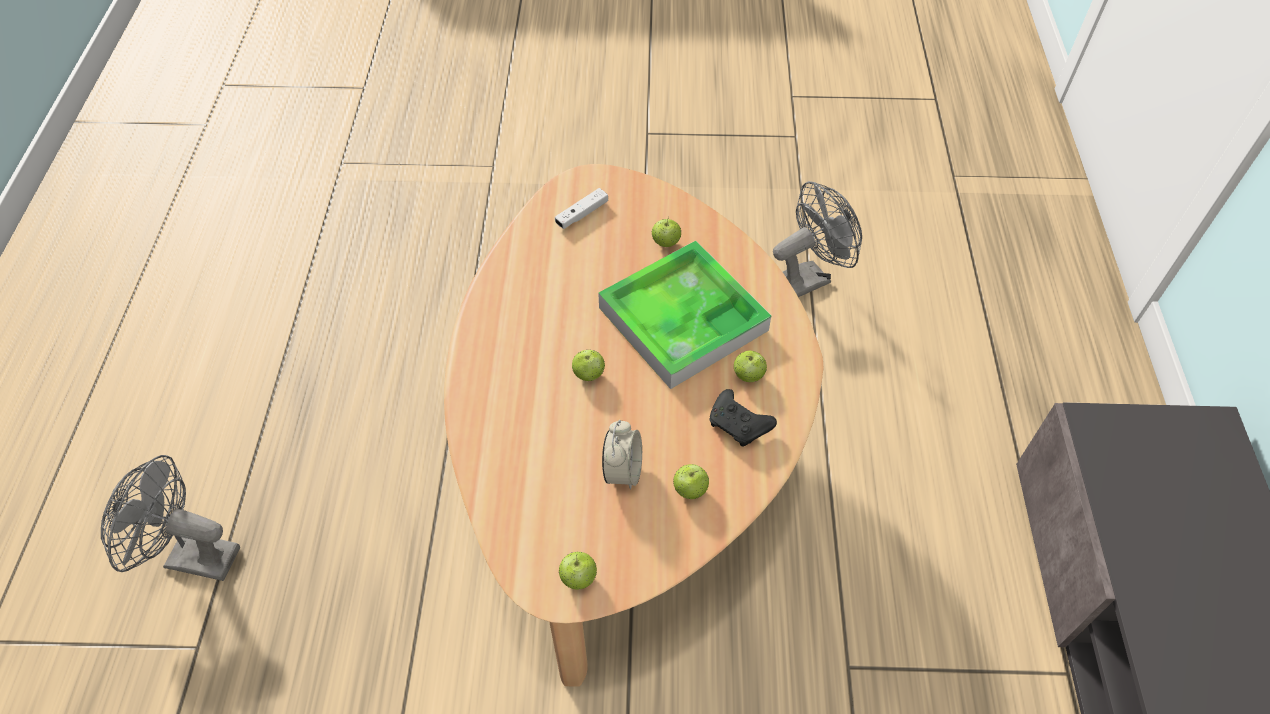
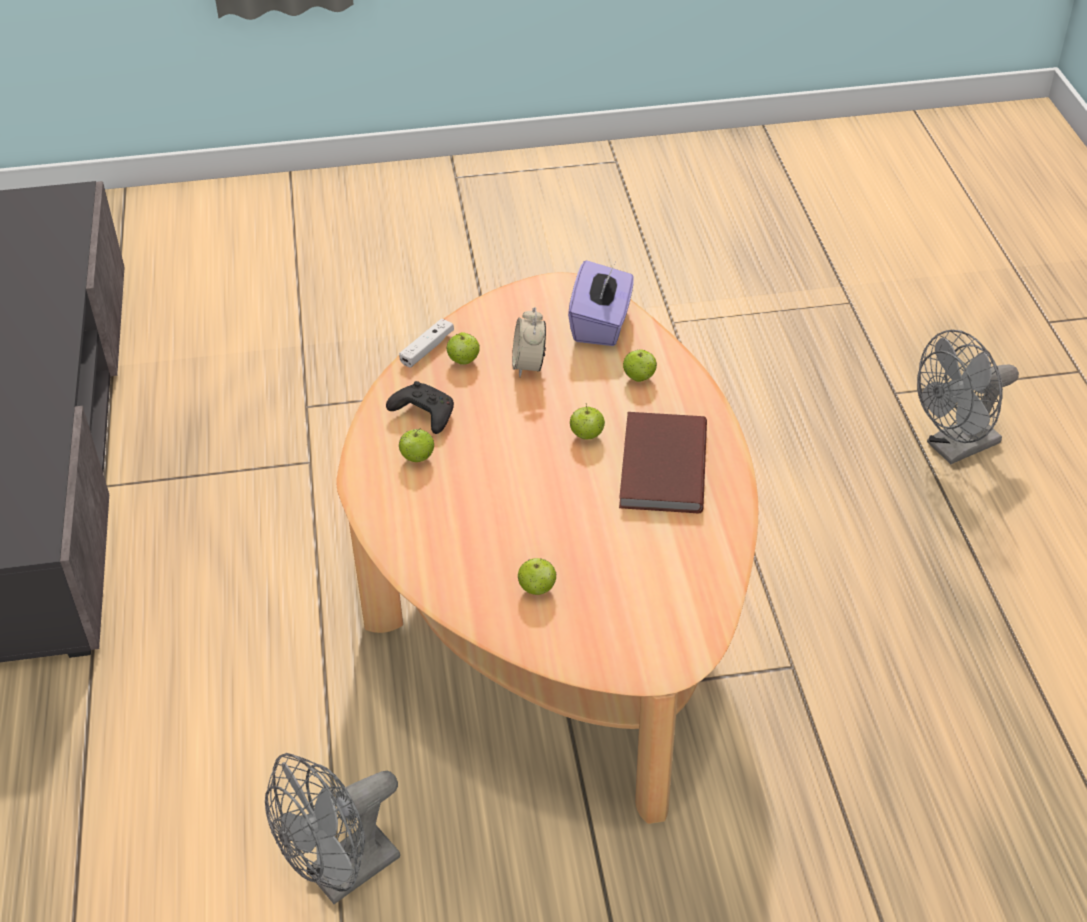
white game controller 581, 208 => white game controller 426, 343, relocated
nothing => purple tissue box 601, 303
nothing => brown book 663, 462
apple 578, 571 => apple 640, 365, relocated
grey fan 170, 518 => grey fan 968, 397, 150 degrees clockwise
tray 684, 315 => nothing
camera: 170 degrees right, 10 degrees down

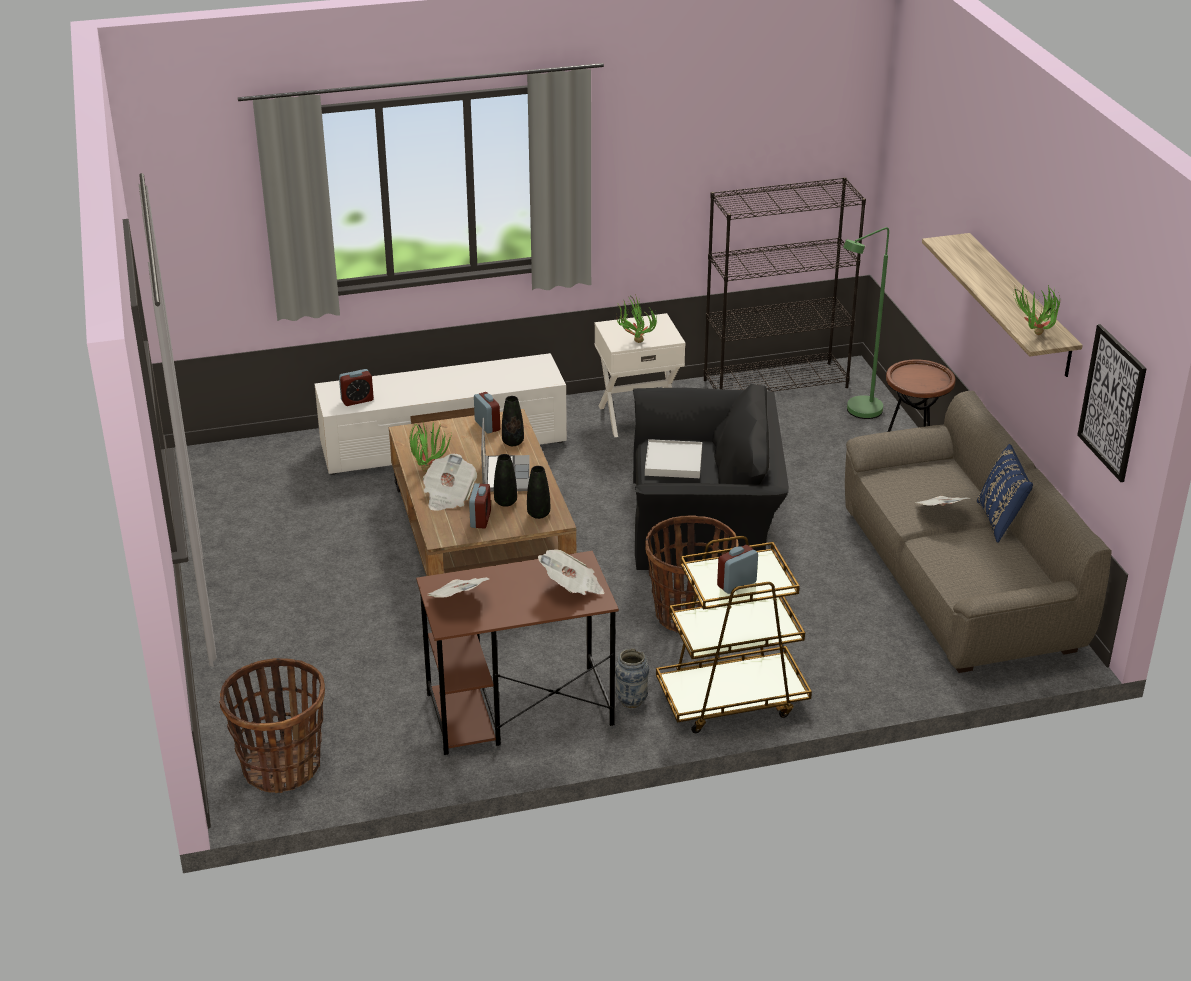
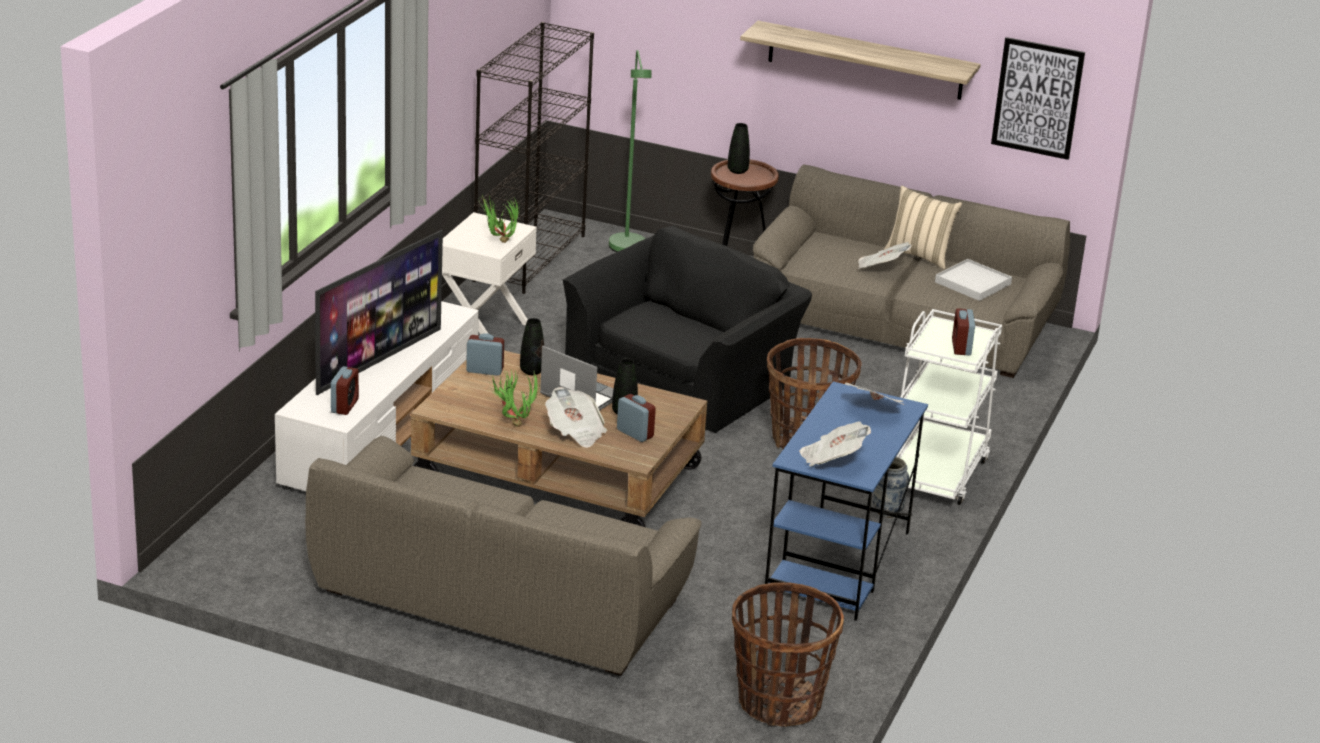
nothing => sofa 503, 556
nothing => television 379, 312
black vase 538, 492 => black vase 739, 148, relocated
brown desk 517, 653 => blue desk 846, 501
blue pillow 1005, 493 => beige pillow 923, 227
brown cart 734, 634 => white cart 949, 407
white tray 673, 458 => white tray 973, 280, relocated
potted plant 1036, 310 => nothing
camera: 55 degrees left, 5 degrees down

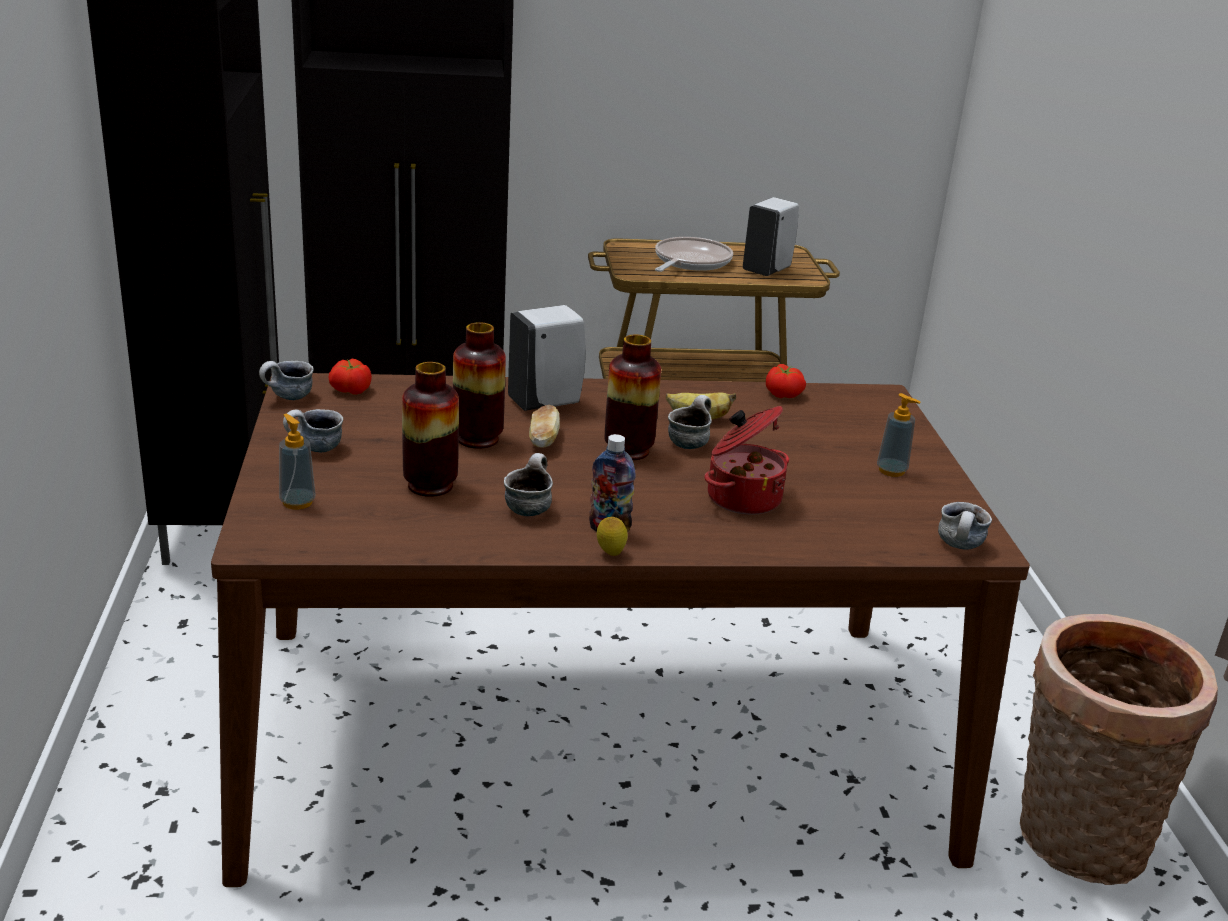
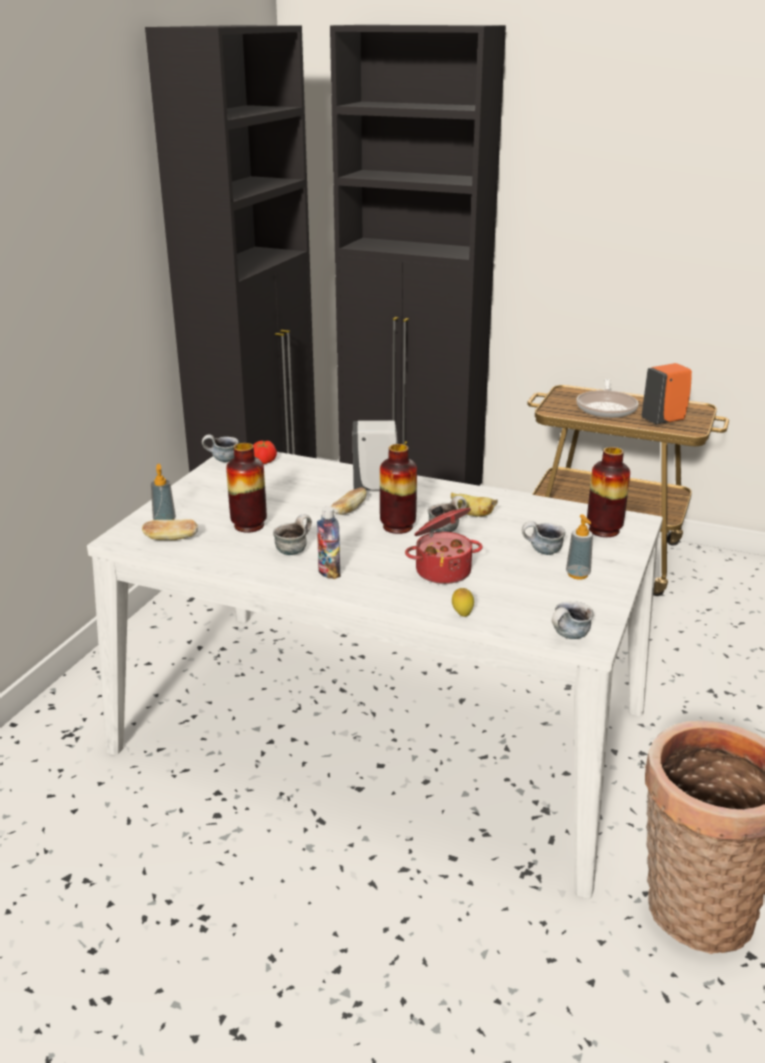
brown dining table 620, 630 => white dining table 375, 675
nothing => bread 170, 529
lemon 612, 536 => lemon 463, 602, relocated
mug 313, 431 => mug 543, 538, relocated
frying pan 694, 254 => frying pan 607, 398, 135 degrees clockwise
vase 479, 385 => vase 608, 492, relocated
white soap dispenser 771, 236 => orange soap dispenser 667, 393
tomato 786, 381 => nothing
camera: 30 degrees right, 0 degrees up

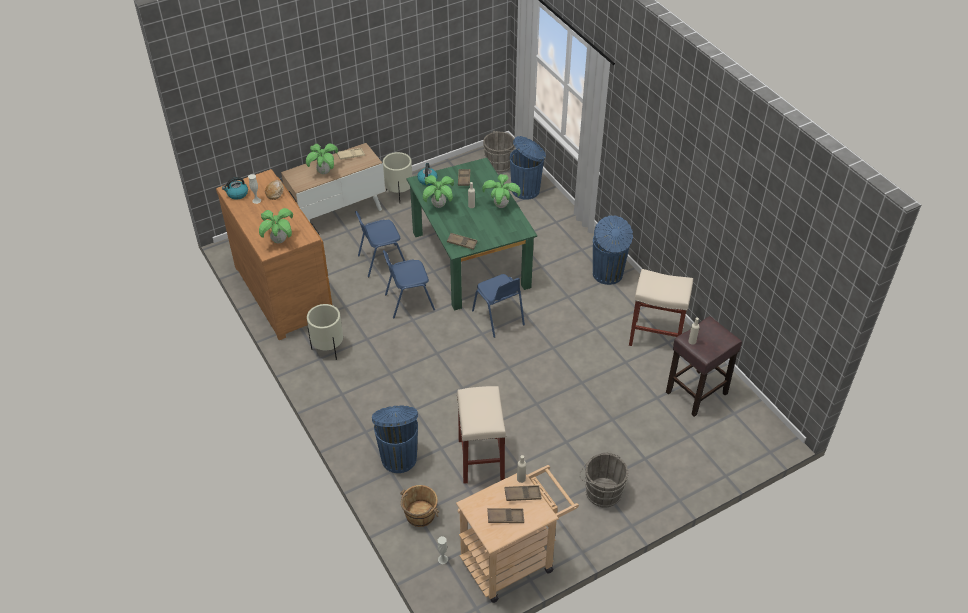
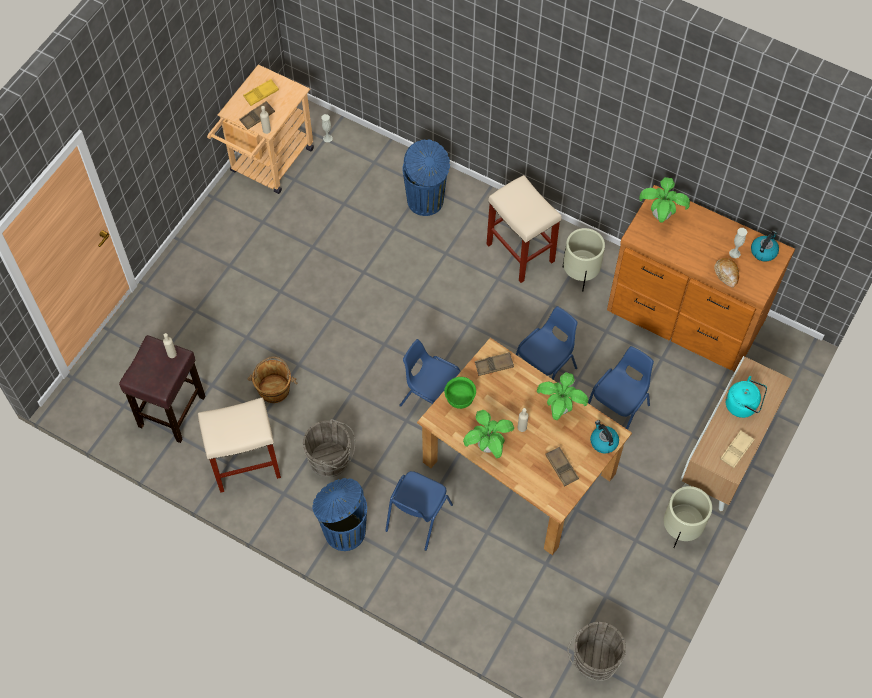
brown tray 505, 515 => yellow tray 261, 92
brown bucket 419, 506 => brown bucket 272, 379, relocated
grey bucket 603, 479 => grey bucket 329, 448, relocated
nothing => blue chair 419, 511
green dining table 471, 234 => brown dining table 524, 446
nothing => green bowl 460, 393
beige stool 481, 435 => beige stool 524, 229, relocated
potted plant 322, 159 => turquoise kettle 746, 397
blue trash can 528, 168 => nothing
camera: 150 degrees right, 15 degrees up

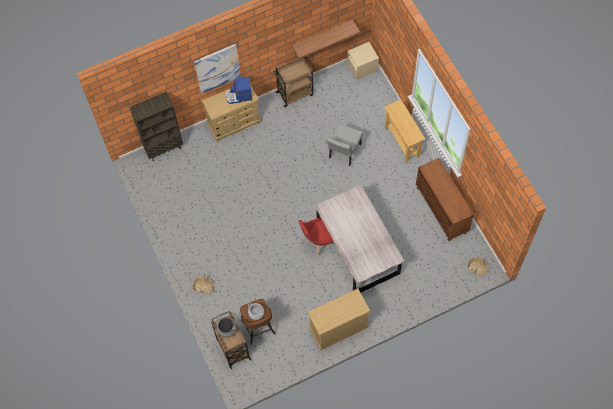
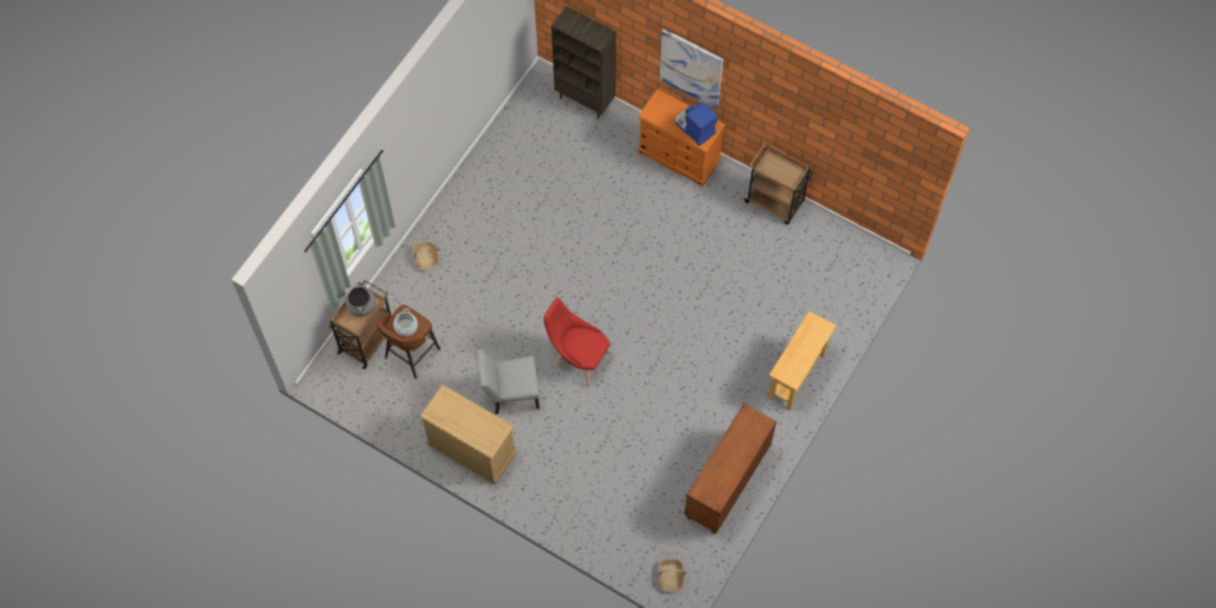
grey chair 344, 144 => grey chair 508, 382, relocated
beige dresser 231, 113 => orange dresser 682, 138
shelf 326, 39 => nothing
grey dining table 360, 239 => nothing
beige nightstand 363, 61 => nothing
camera: 55 degrees right, 0 degrees up

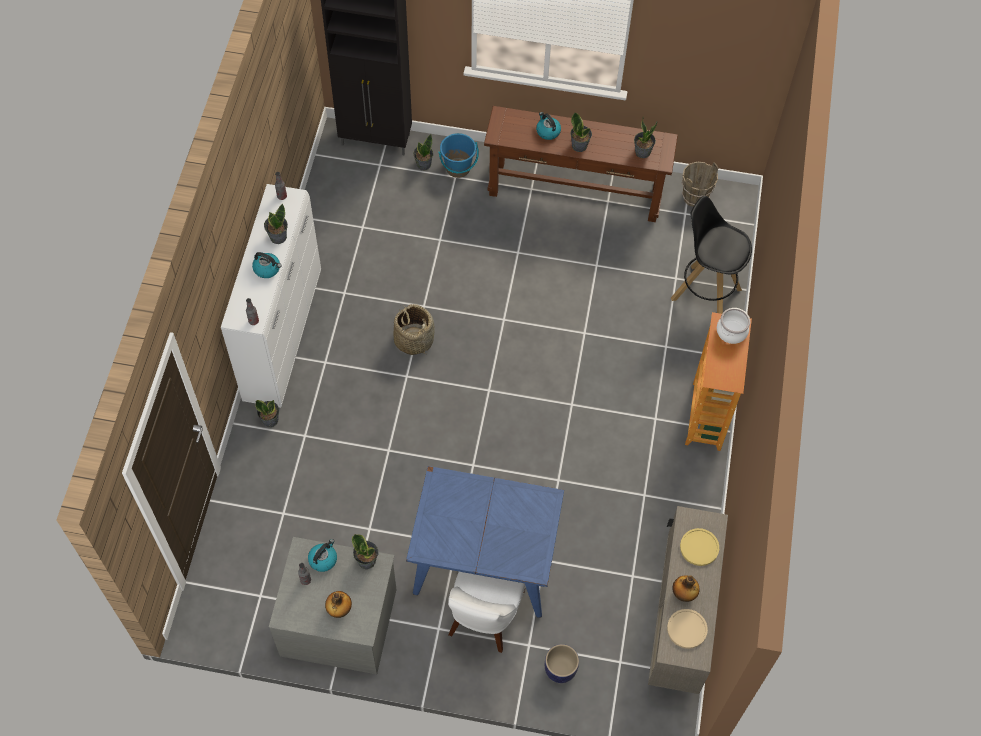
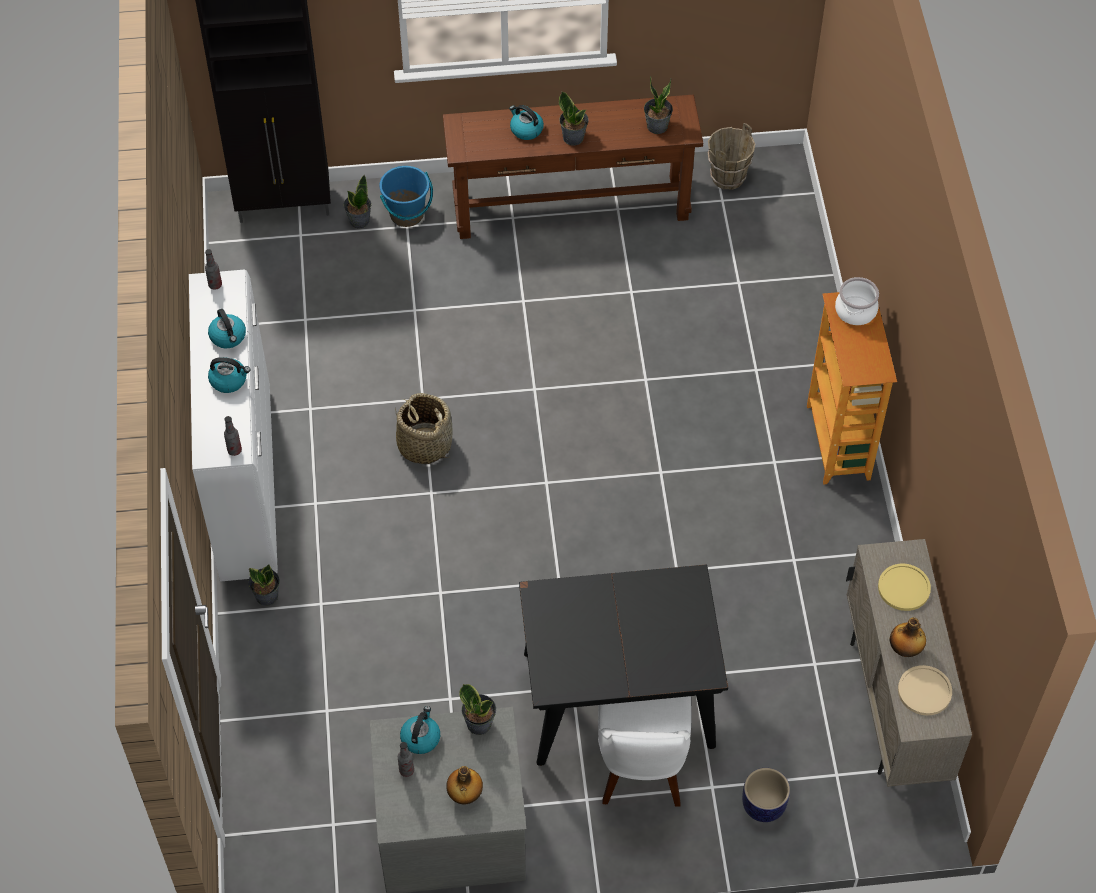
potted plant 276, 224 => kettle 227, 328
blue dining table 485, 542 => black dining table 623, 665
black stool 711, 255 => nothing
camera: 15 degrees left, 5 degrees down

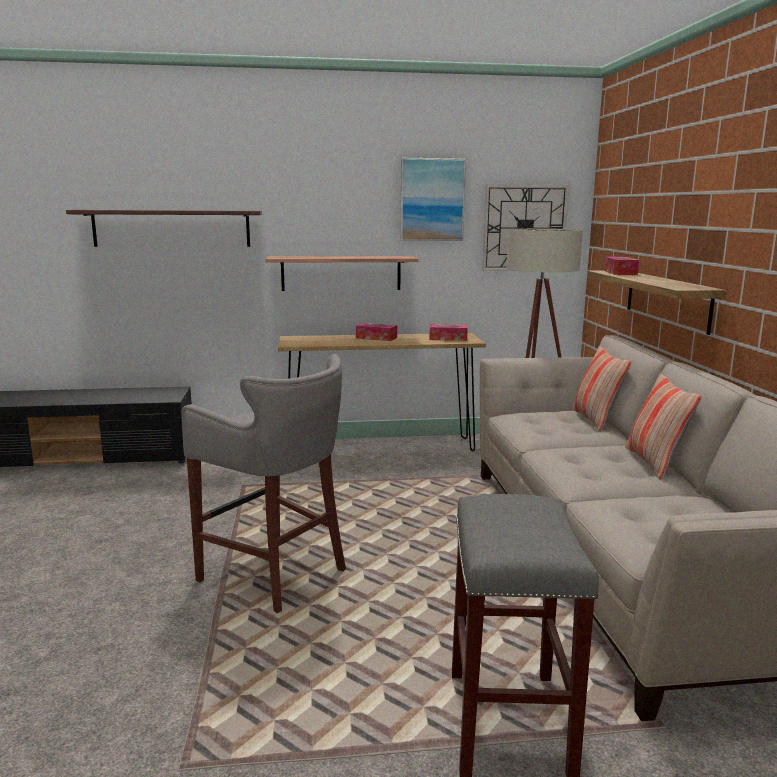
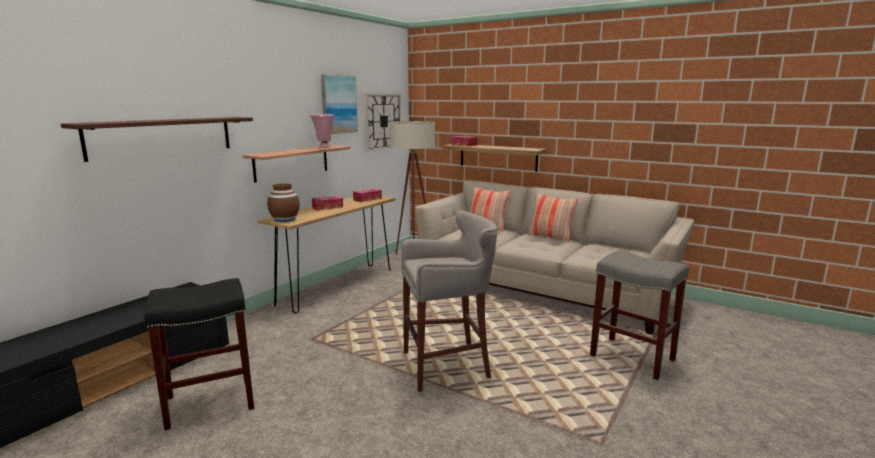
nothing => black stool 199, 354
nothing => brown vase 283, 203
nothing => pink vase 322, 131
camera: 50 degrees left, 0 degrees up

